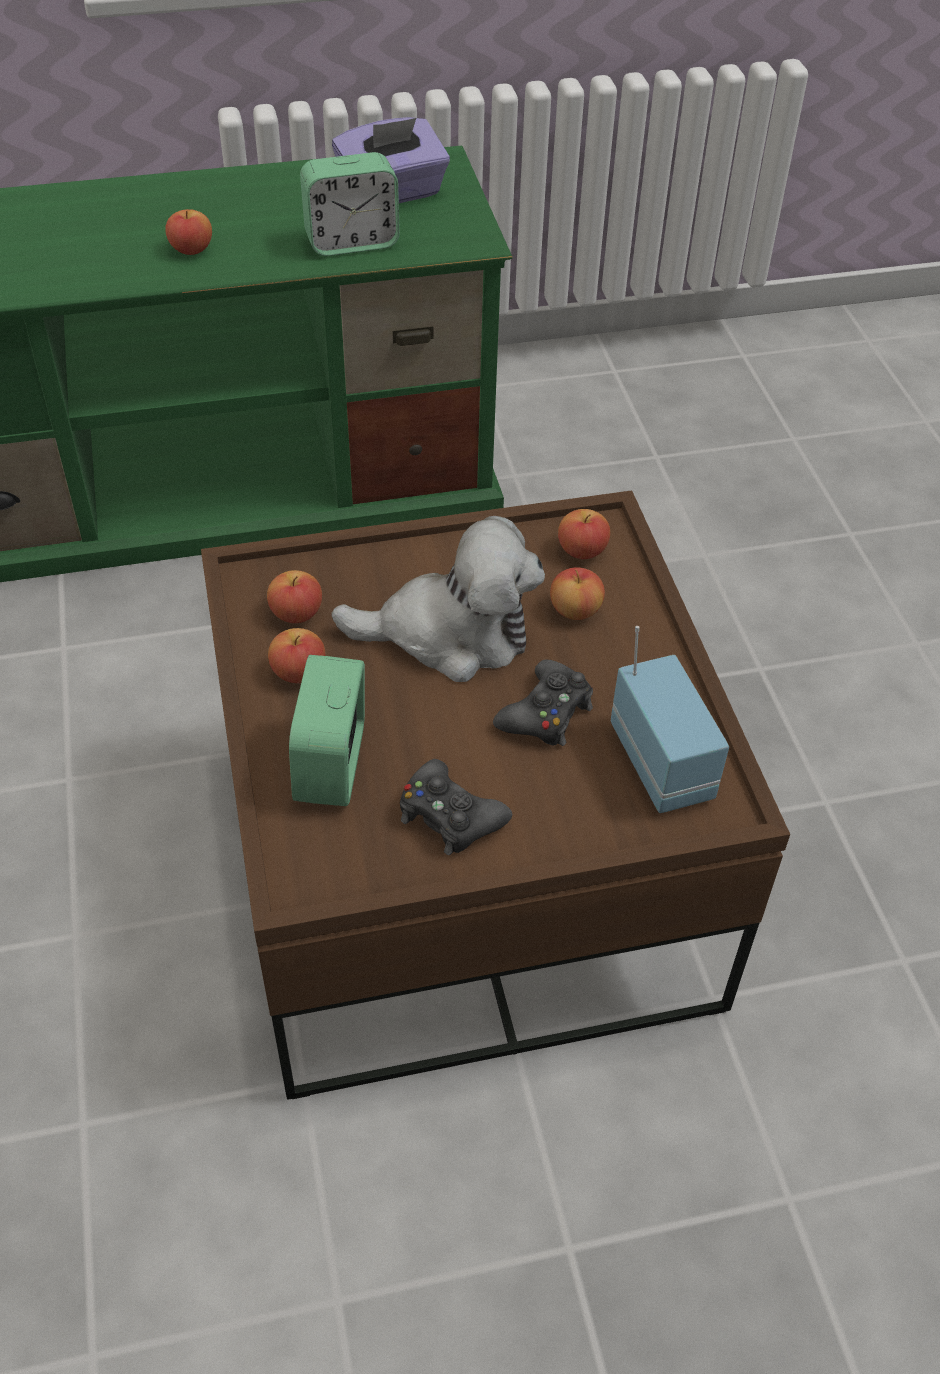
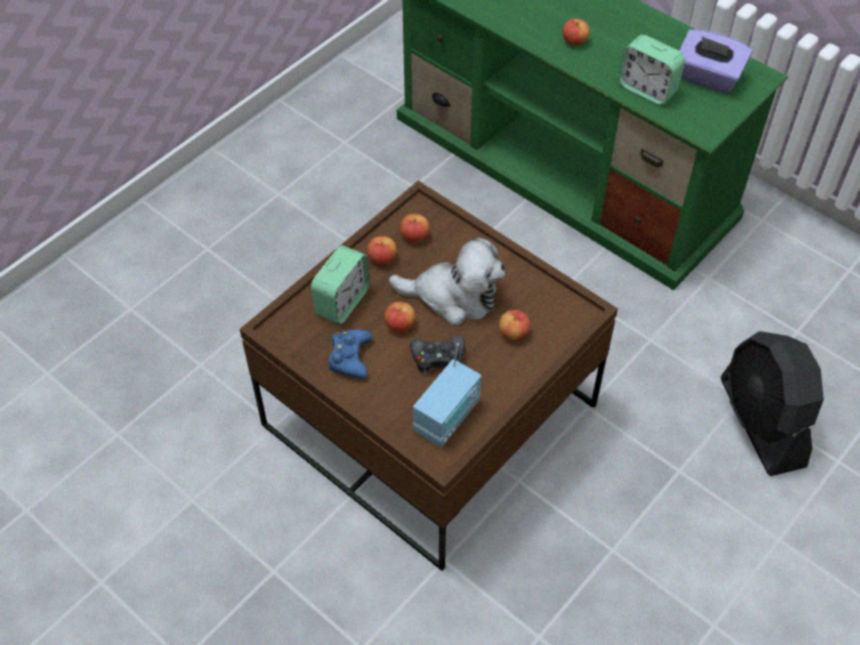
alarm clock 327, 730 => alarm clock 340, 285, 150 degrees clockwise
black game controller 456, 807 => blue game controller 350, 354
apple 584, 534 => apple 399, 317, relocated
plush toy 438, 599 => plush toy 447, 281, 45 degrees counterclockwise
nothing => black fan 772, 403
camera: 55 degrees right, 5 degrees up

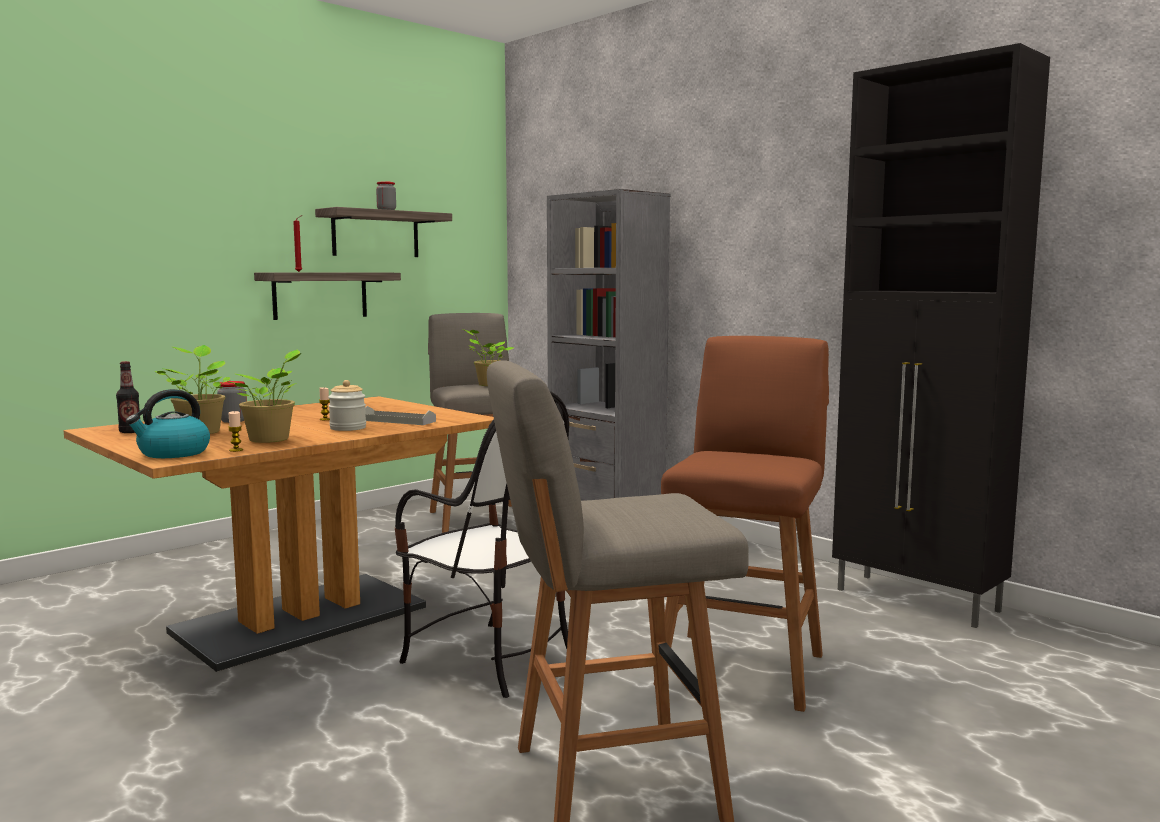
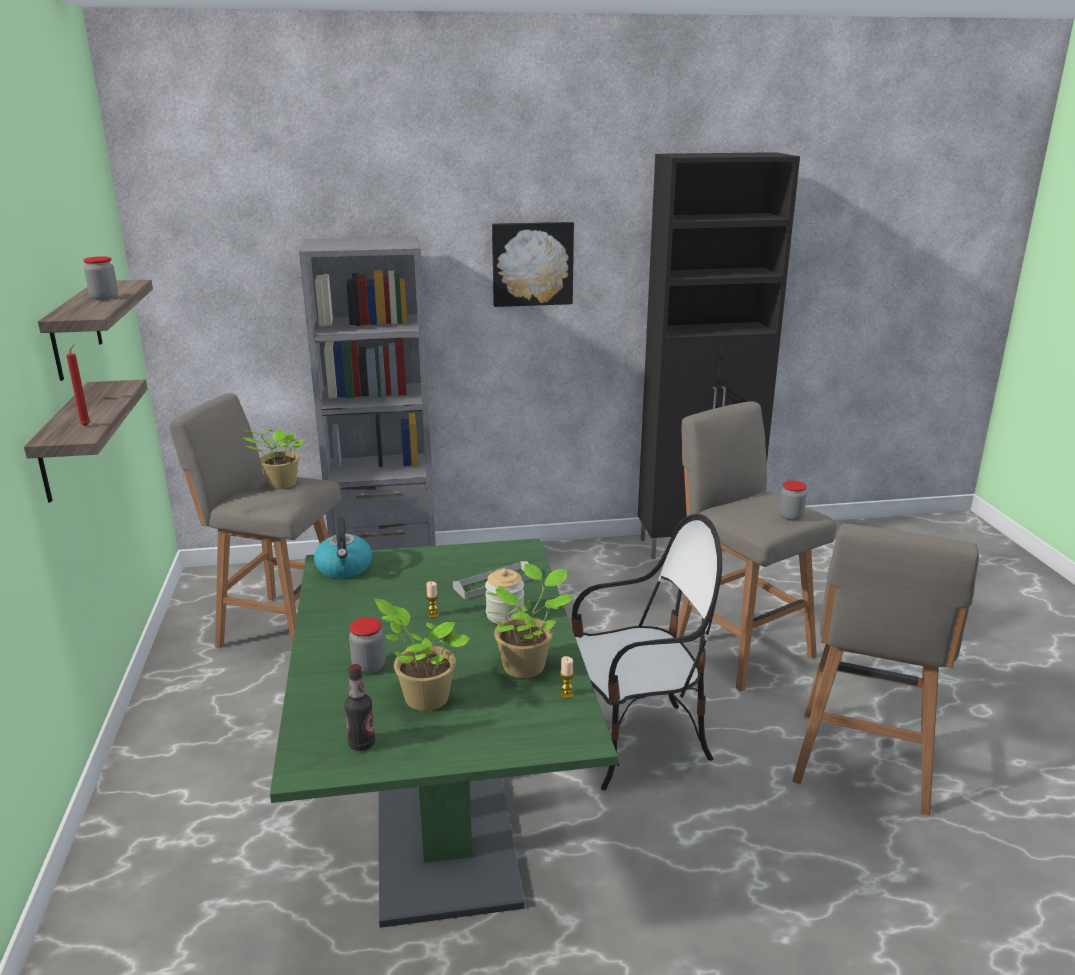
brown dining table 279, 534 => green dining table 444, 733
kettle 168, 423 => kettle 343, 547, relocated
nothing => picture 533, 264
brown stool 741, 524 => grey stool 756, 546
nothing => jar 793, 500
camera: 55 degrees left, 15 degrees up

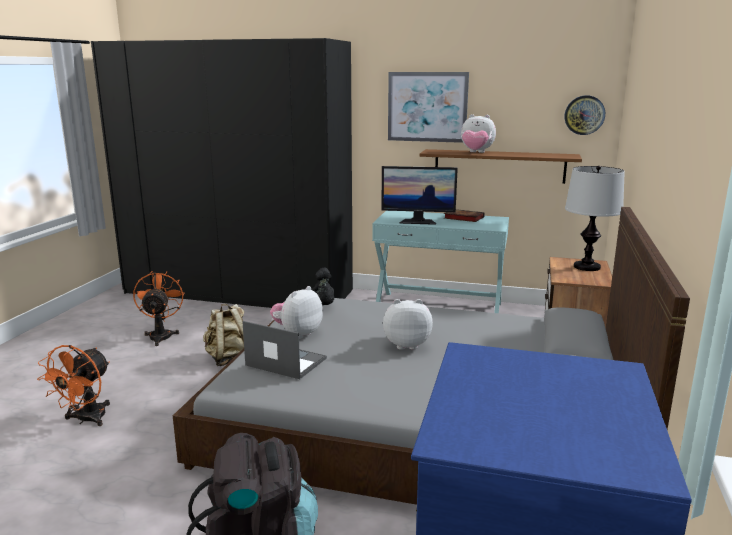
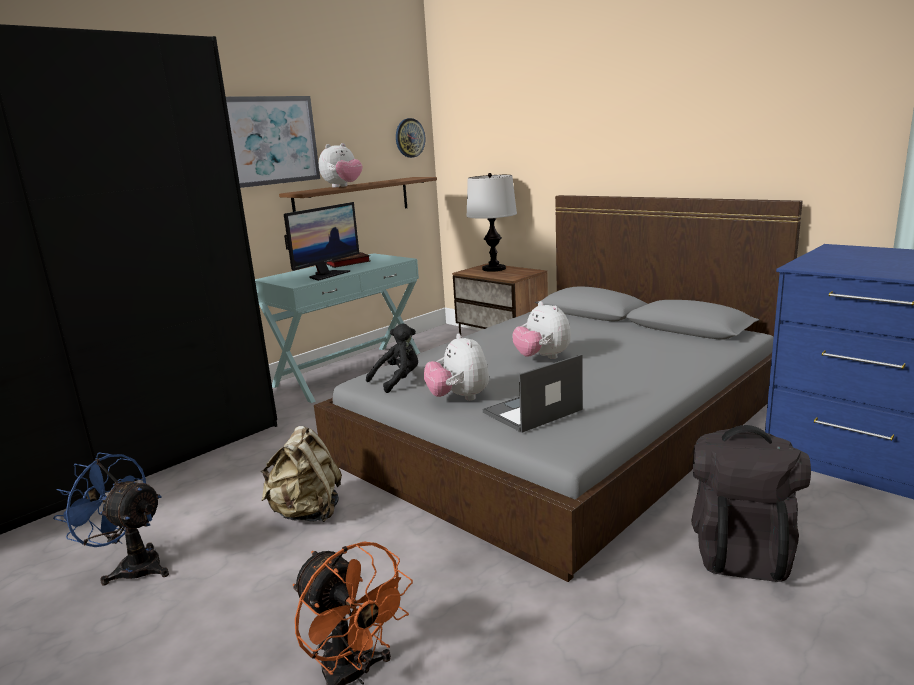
orange fan 158, 308 => blue fan 111, 519
plush toy 408, 324 => plush toy 541, 330, 60 degrees counterclockwise
camera: 60 degrees left, 0 degrees up

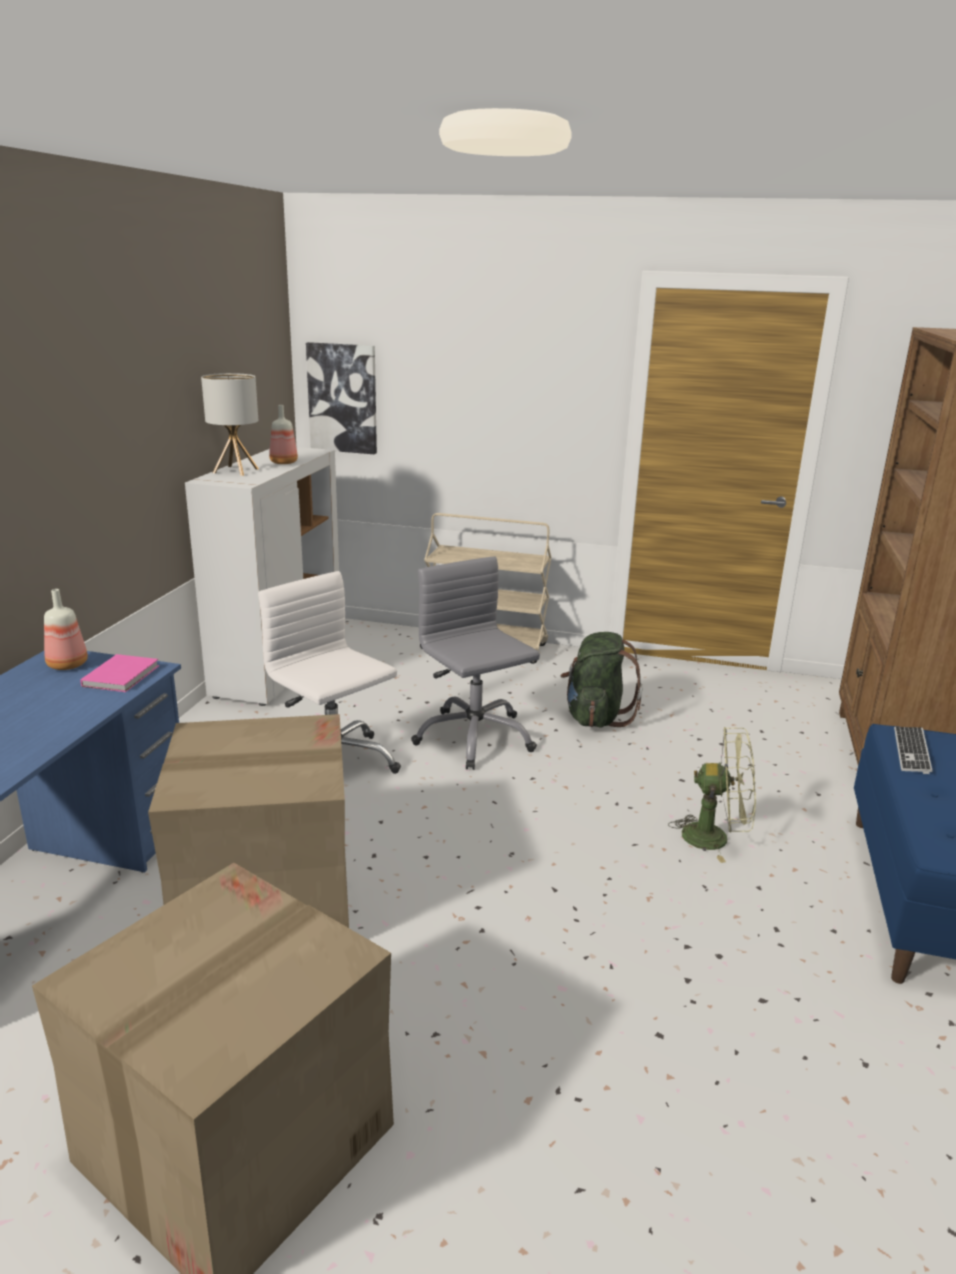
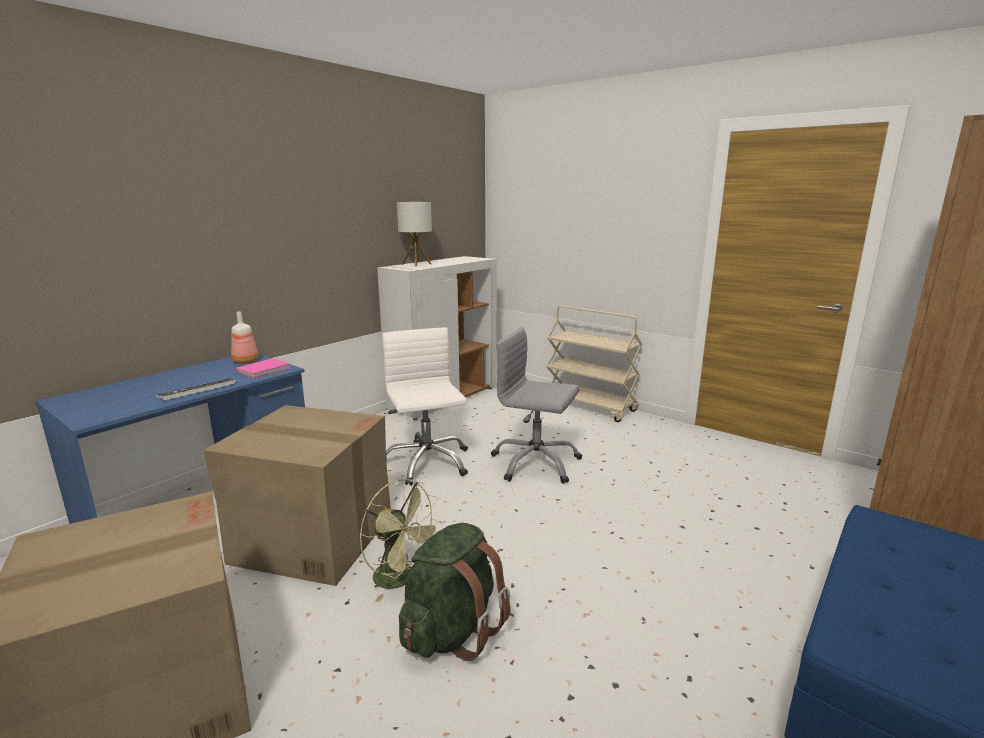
keyboard 913, 750 => keyboard 196, 390, relocated
green fan 712, 795 => green fan 401, 540, relocated
green backpack 601, 679 => green backpack 455, 592, relocated
grey office chair 475, 663 => grey office chair 536, 405, 60 degrees counterclockwise
bottle 283, 434 => nothing
picture 341, 398 => nothing
camera: 25 degrees right, 5 degrees down

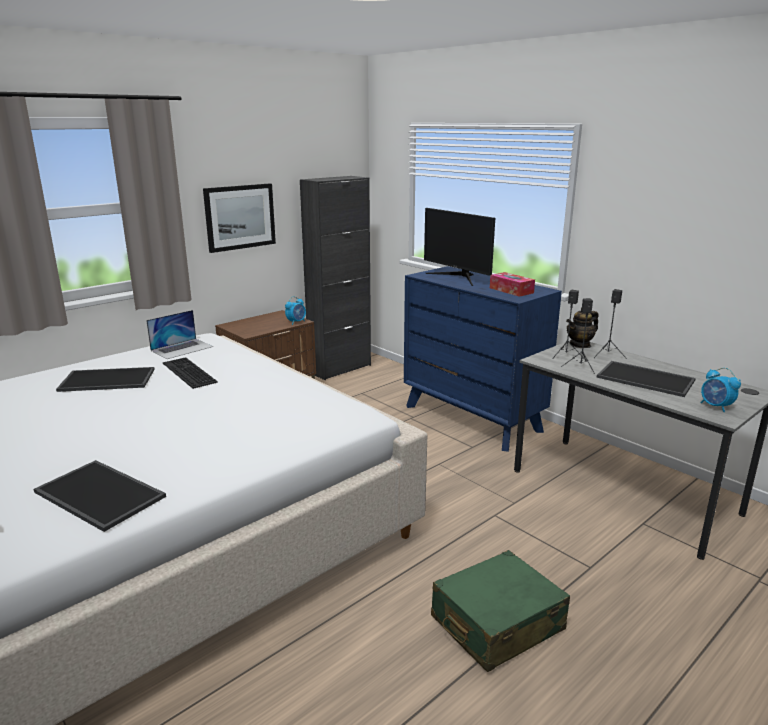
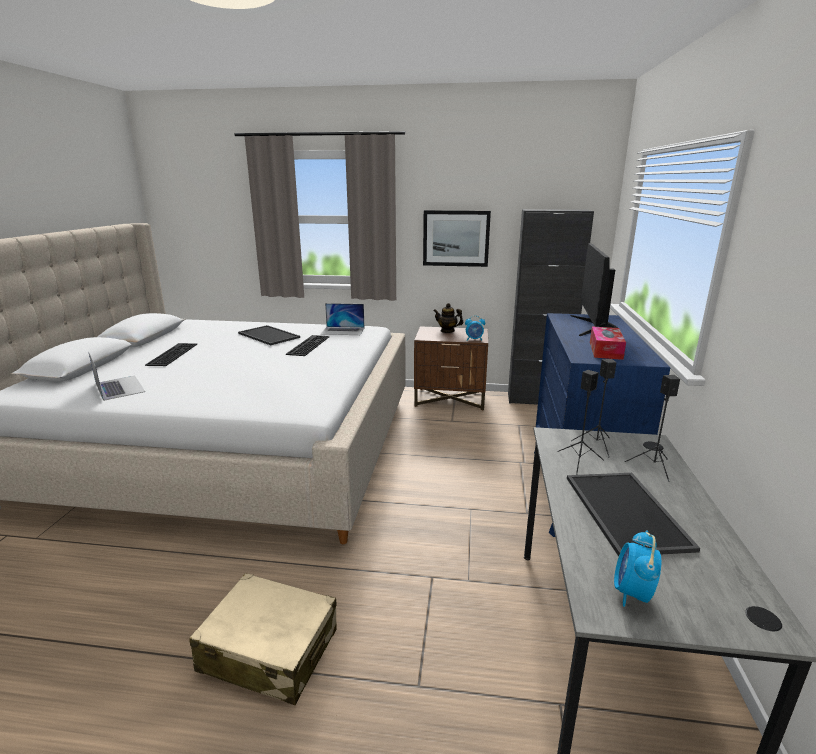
tray 100, 496 => laptop 116, 376
nothing => keyboard 171, 354
green suitcase 500, 611 => beige suitcase 263, 639
teapot 582, 328 => teapot 449, 318, relocated
camera: 50 degrees right, 0 degrees up

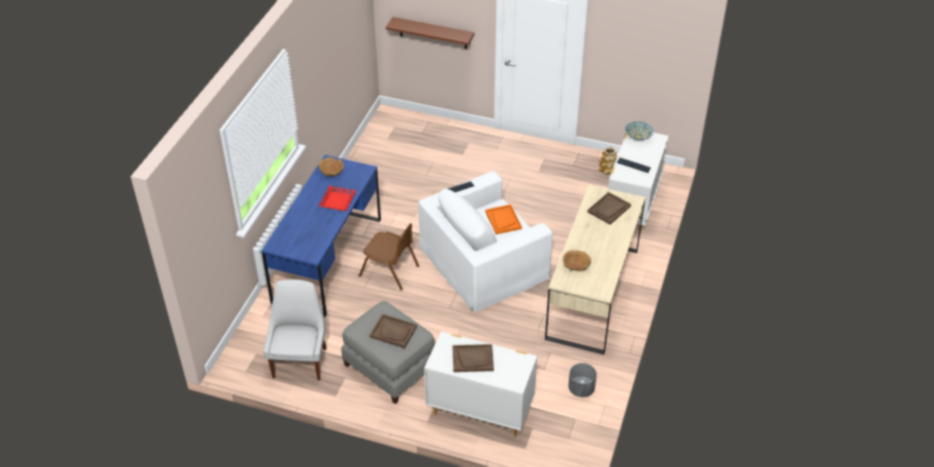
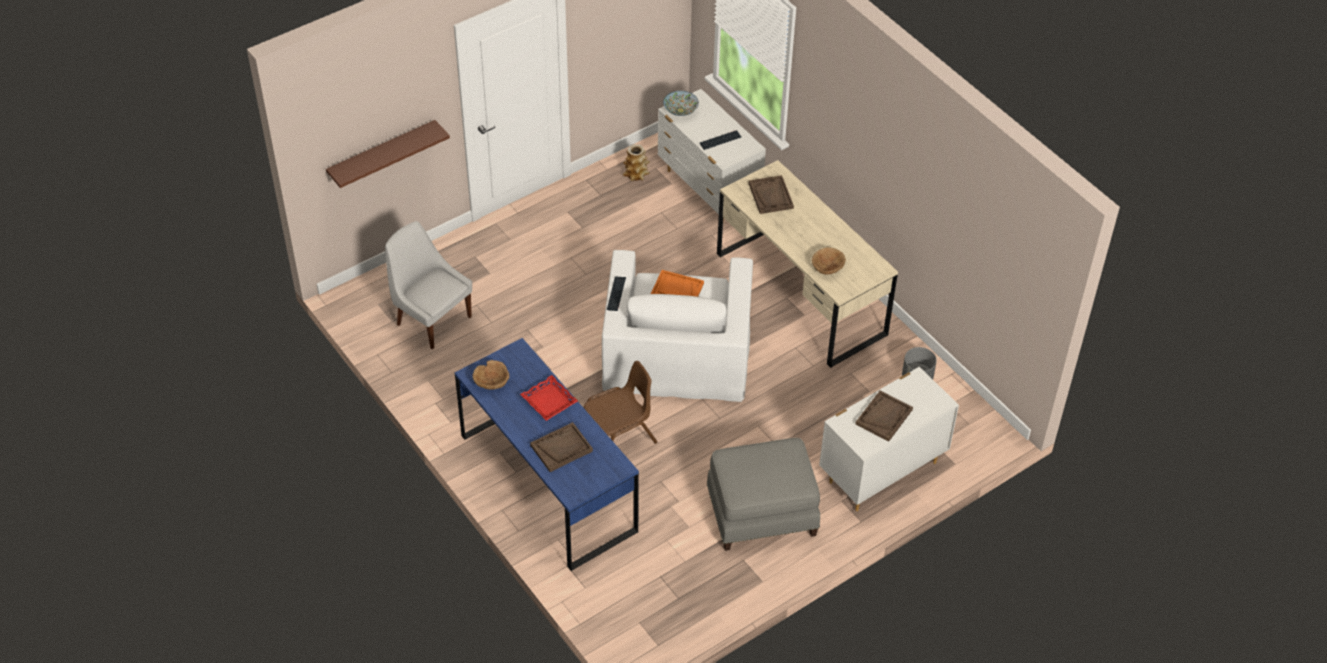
white chair 295, 330 => white chair 428, 285, relocated
brown tray 393, 331 => brown tray 561, 447, relocated
camera: 55 degrees left, 5 degrees up

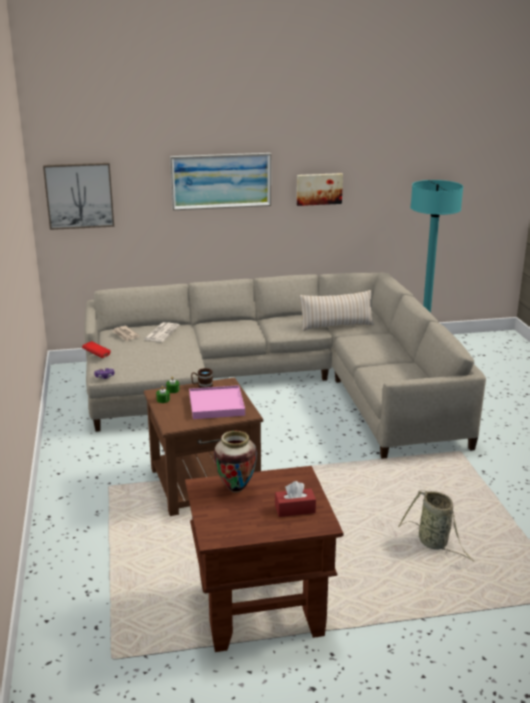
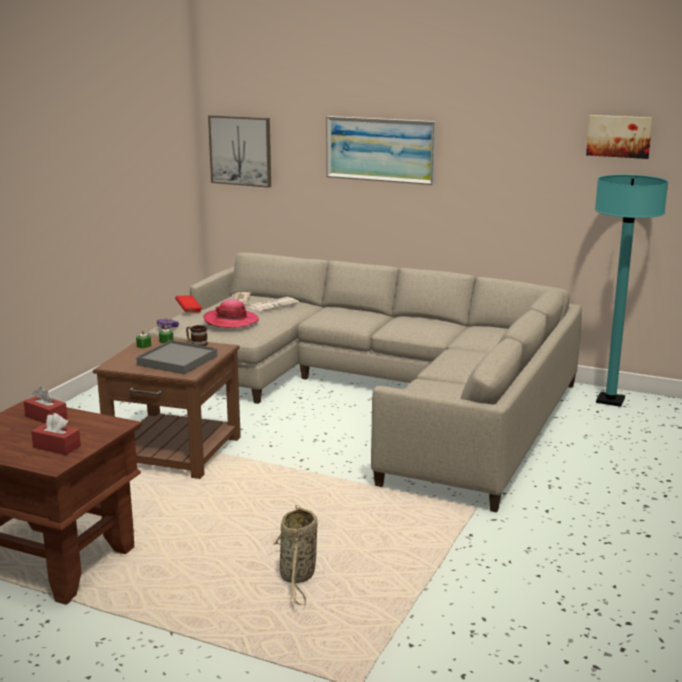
vase 235, 462 => red tissue box 46, 405
pink tray 217, 402 => grey tray 176, 357
nothing => hat 231, 313
picture 320, 189 => picture 619, 137, relocated
beige pillow 336, 310 => nothing
camera: 35 degrees right, 5 degrees down

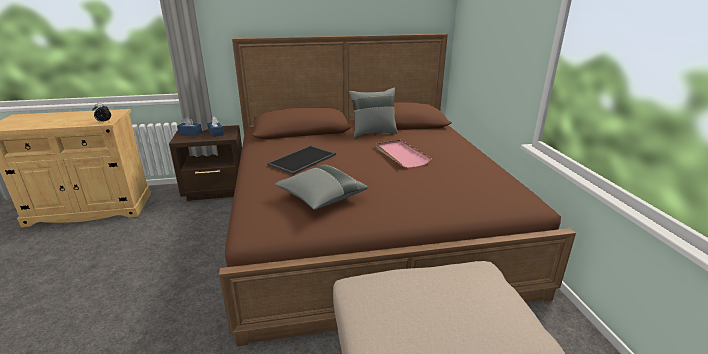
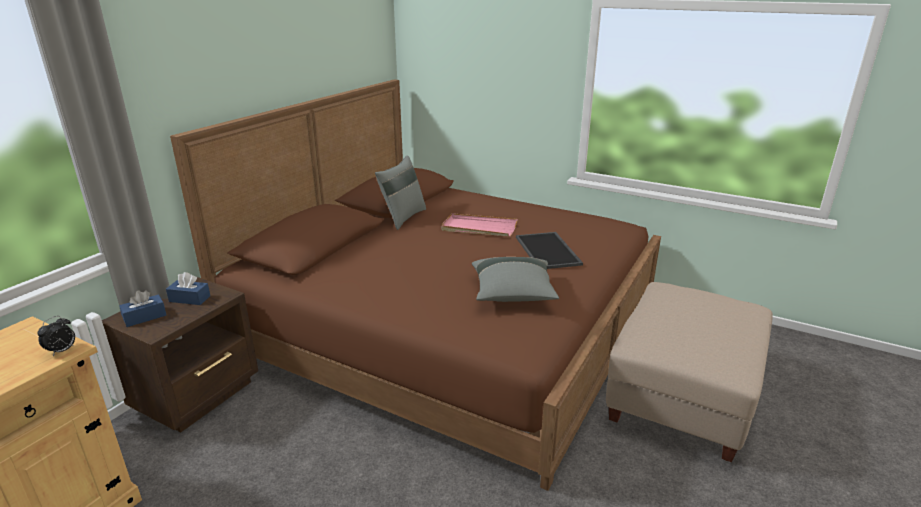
tray 301, 160 => tray 549, 250, relocated
camera: 50 degrees left, 0 degrees up

